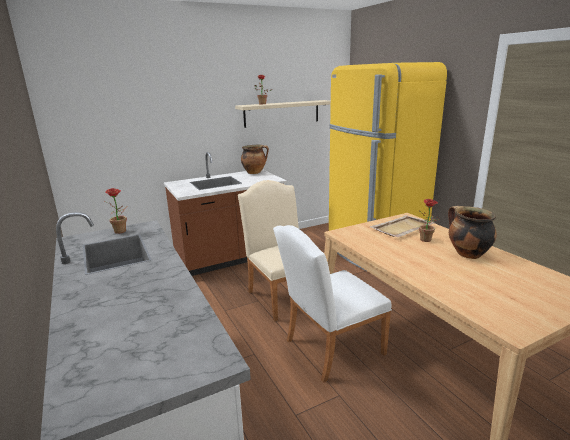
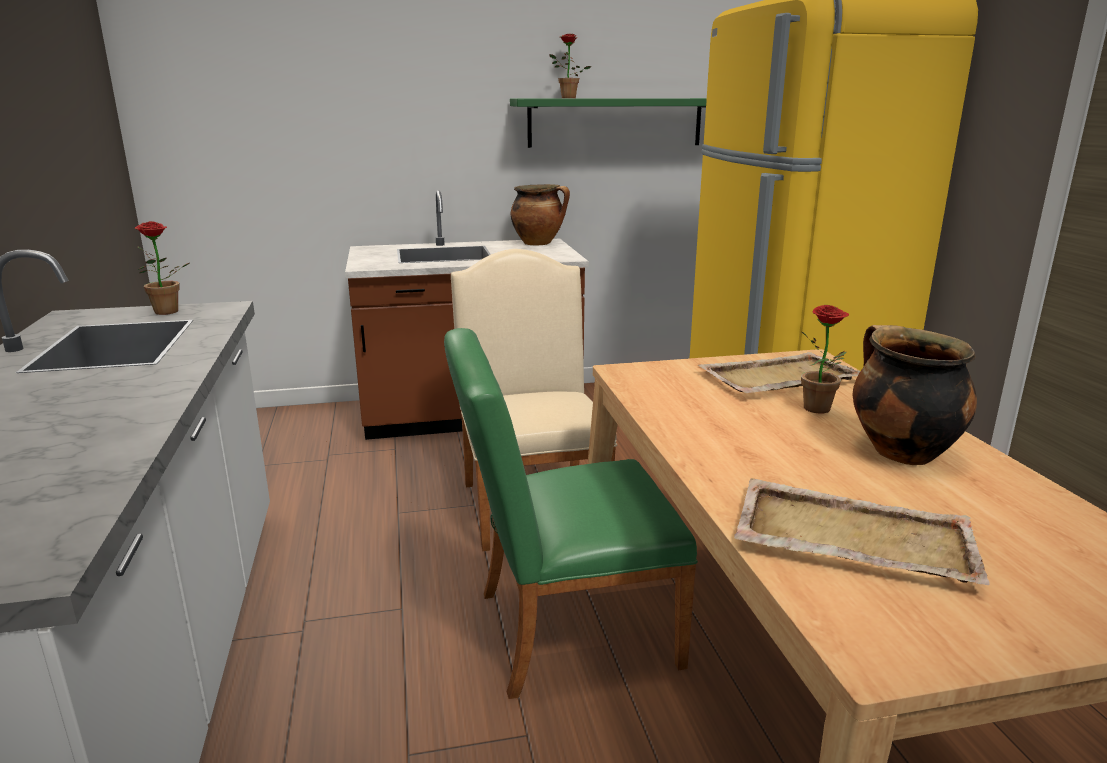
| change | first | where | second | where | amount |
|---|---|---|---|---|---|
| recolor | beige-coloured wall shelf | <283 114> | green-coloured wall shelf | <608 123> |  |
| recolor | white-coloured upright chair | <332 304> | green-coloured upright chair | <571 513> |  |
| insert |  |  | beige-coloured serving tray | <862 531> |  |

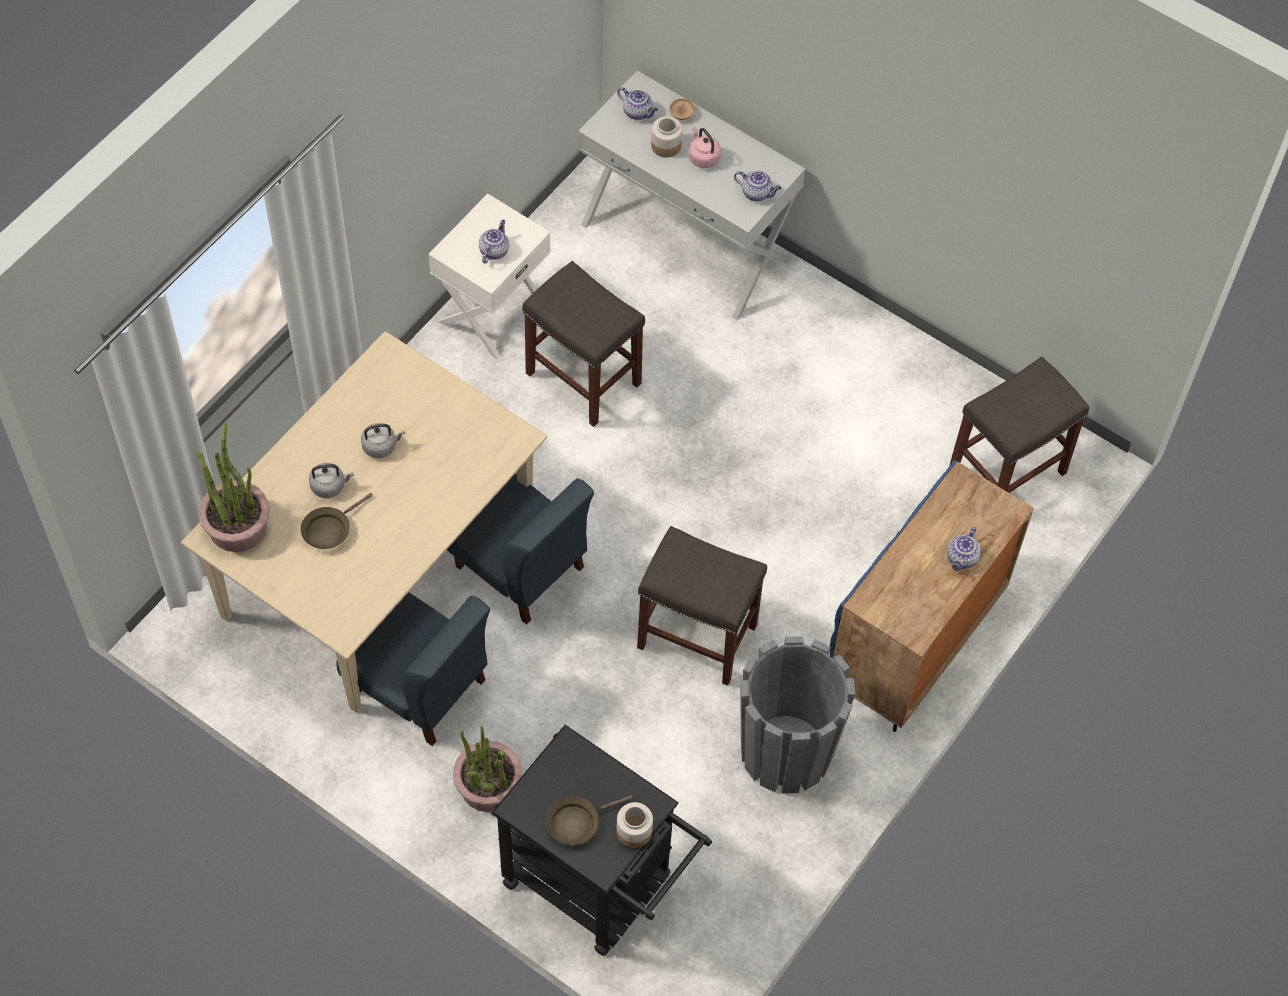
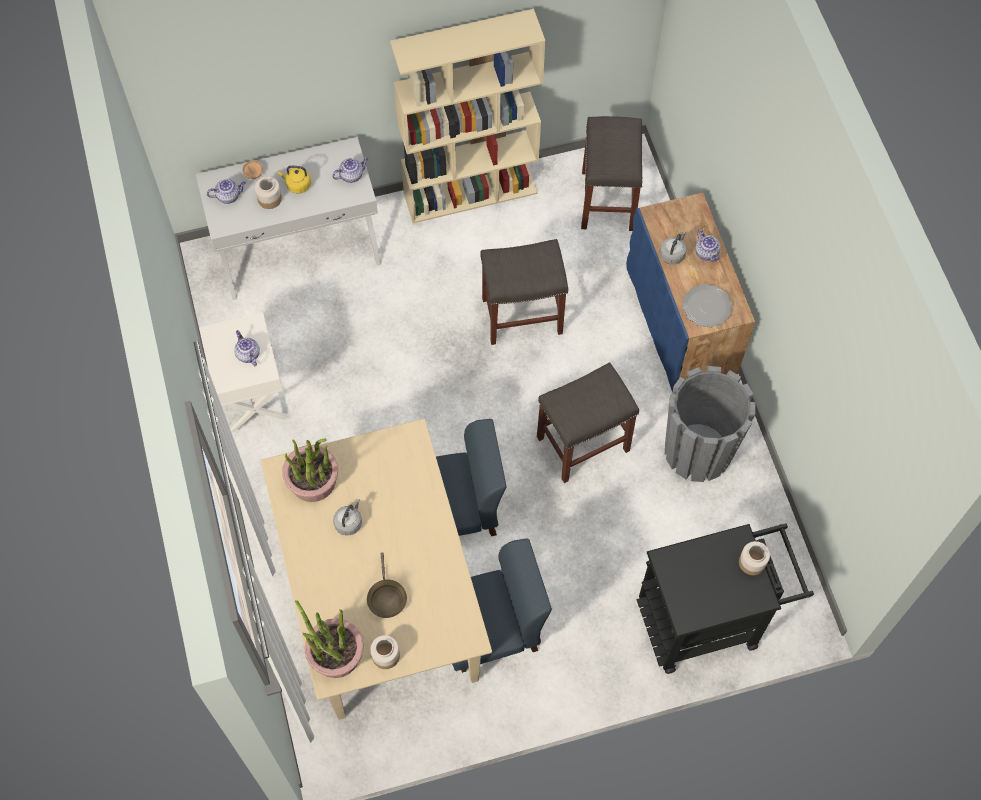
| change | first | where | second | where | amount |
|---|---|---|---|---|---|
| move | gray water kettle | <331 480> |  | <673 248> |  |
| move | houseplant | <487 768> |  | <310 470> |  |
| move | gray stool | <583 344> |  | <524 292> |  |
| delete | brownish skillet | <589 820> |  |  |  |
| recolor | pink water kettle | <705 147> | yellow-coloured water kettle | <294 180> |  |
| insert |  |  | preserve jar | <385 652> |  |
| insert |  |  | beige-coloured bookcase | <468 116> |  |
| insert |  |  | dinner plate | <707 306> |  |

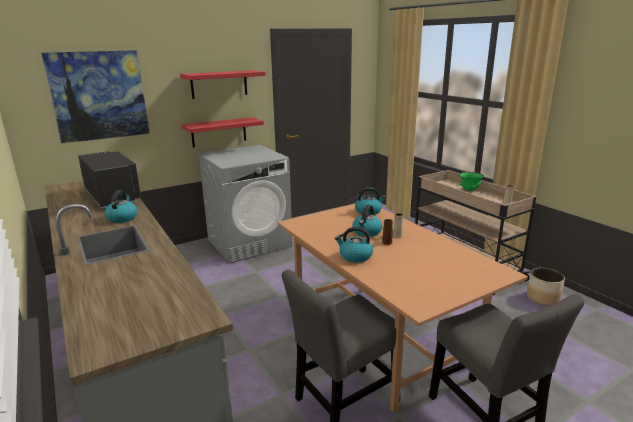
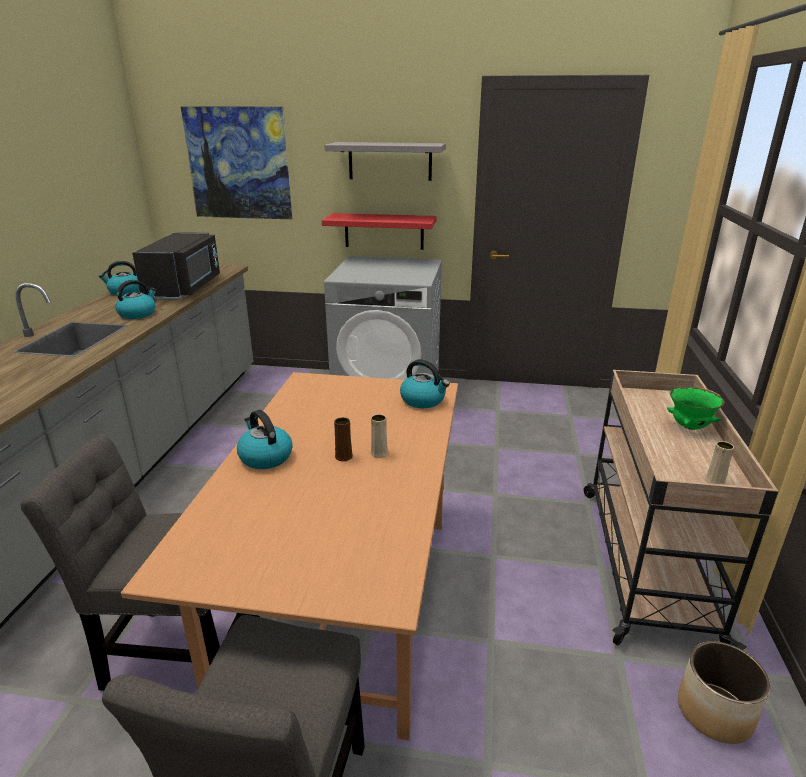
| change | first | where | second | where | amount |
|---|---|---|---|---|---|
| recolor | reddish wall shelf | <223 84> | gray wall shelf | <385 161> |  |
| move | water kettle | <367 221> |  | <119 278> |  |

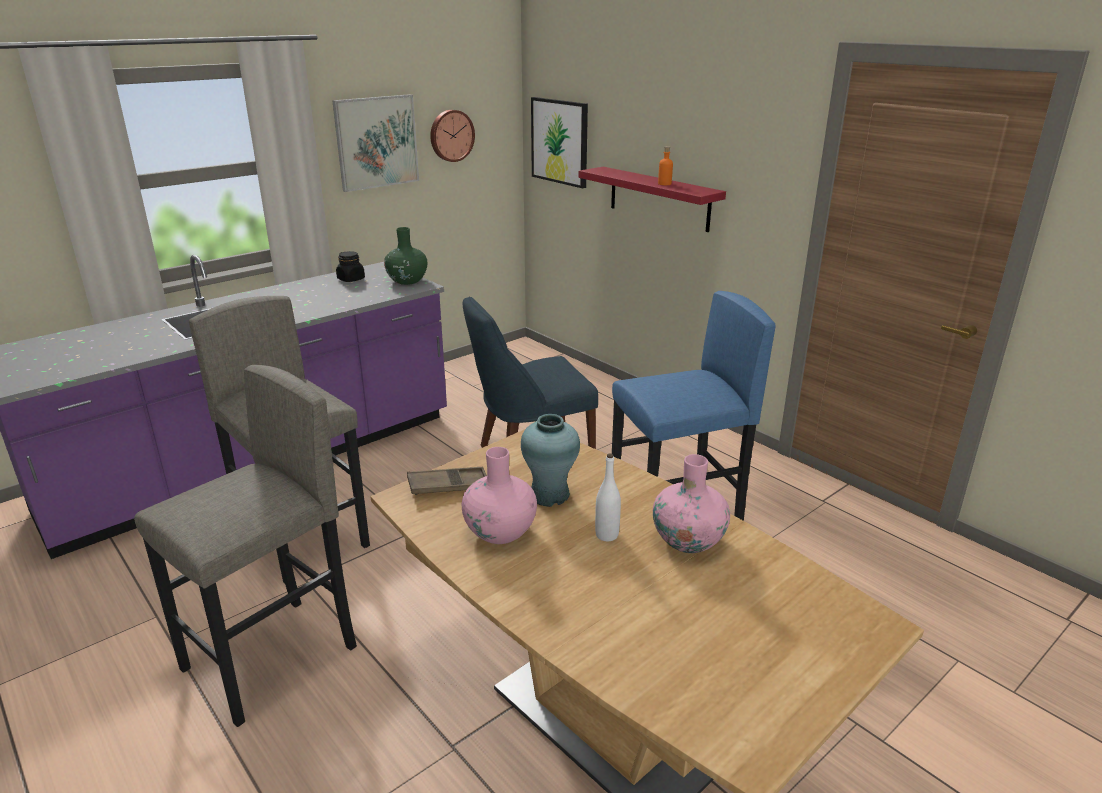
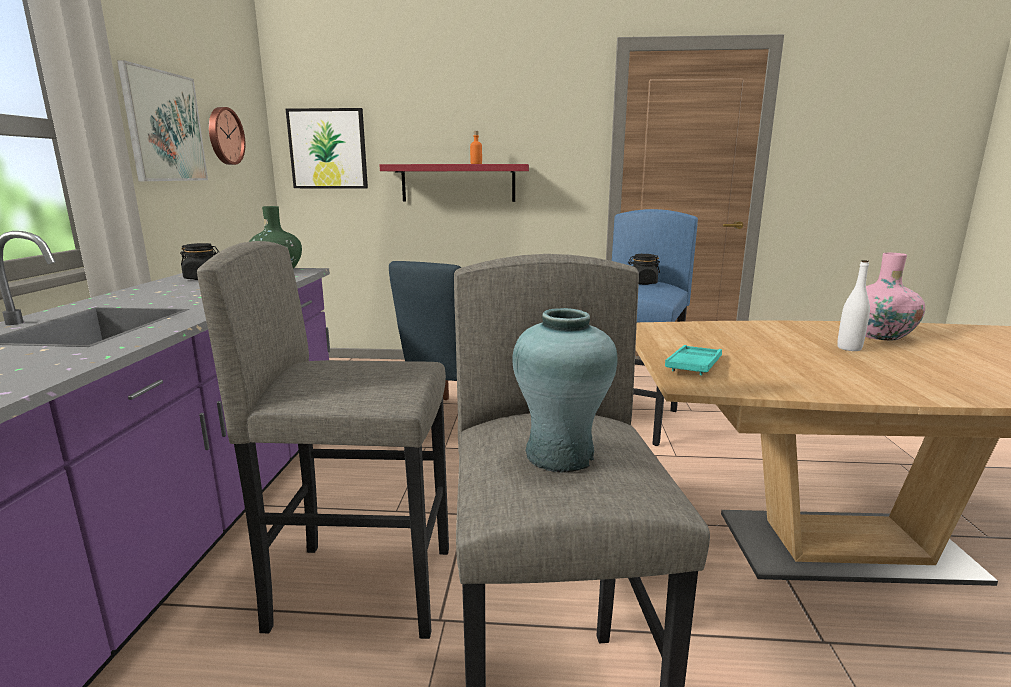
| change | first | where | second | where | amount |
|---|---|---|---|---|---|
| recolor | brownish serving tray | <447 481> | turquoise serving tray | <693 360> |  |
| delete | pink decorative vase | <499 495> |  |  |  |
| move | turquoise decorative vase | <550 460> |  | <564 390> |  |
| insert |  |  | black preserve jar | <644 269> |  |

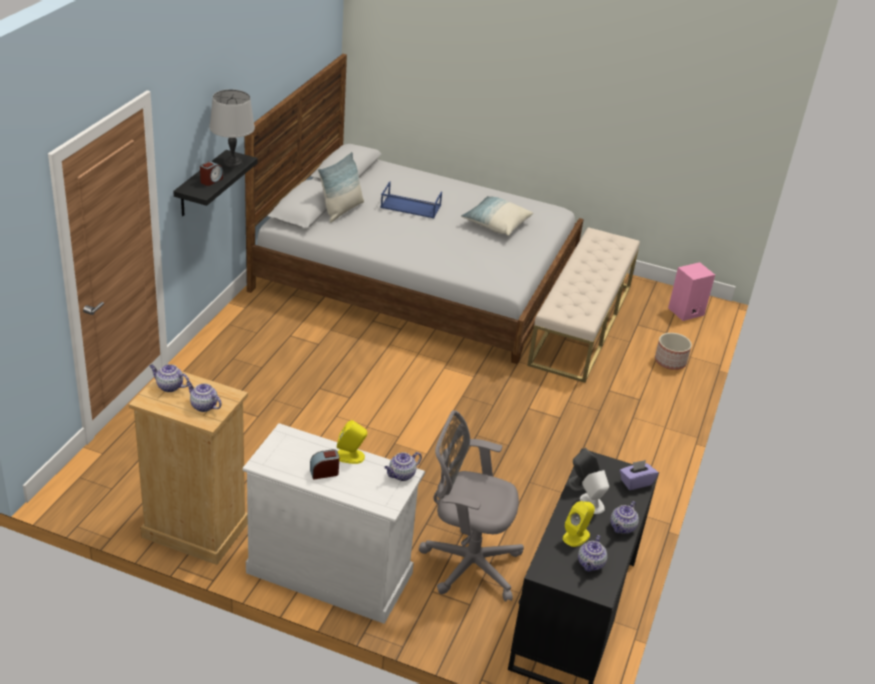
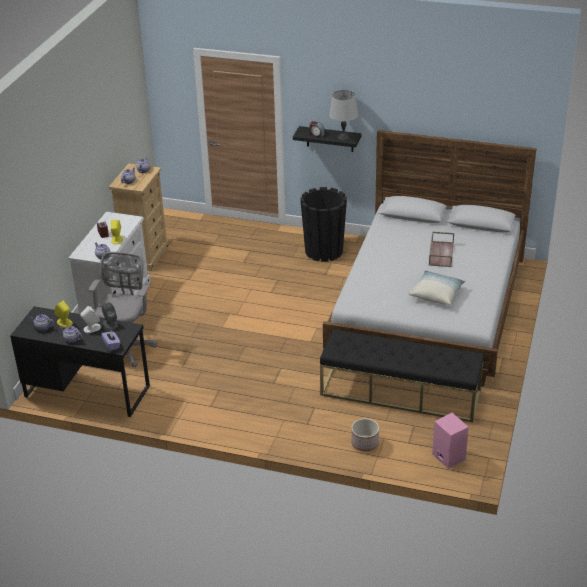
| change | first | where | second | where | amount |
|---|---|---|---|---|---|
| delete | cushion | <341 187> |  |  |  |
| recolor | blue serving tray | <411 199> | brownish serving tray | <441 249> |  |
| recolor | beige-coloured bench | <583 305> | black bench | <402 376> |  |
| insert |  |  | black plant pot | <323 224> |  |

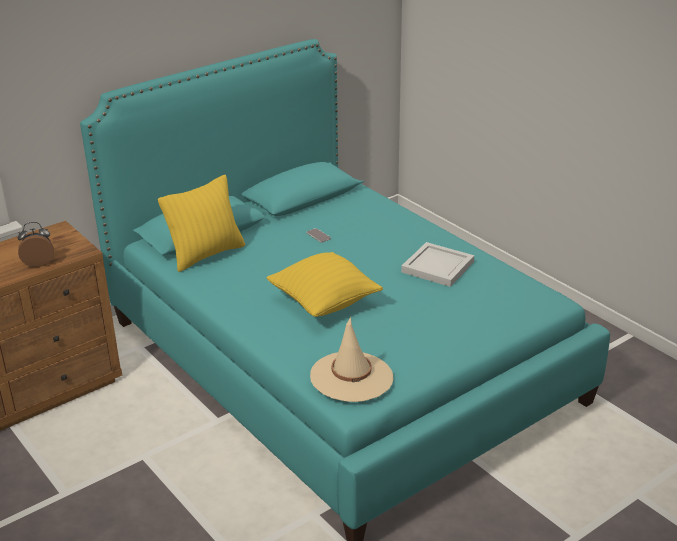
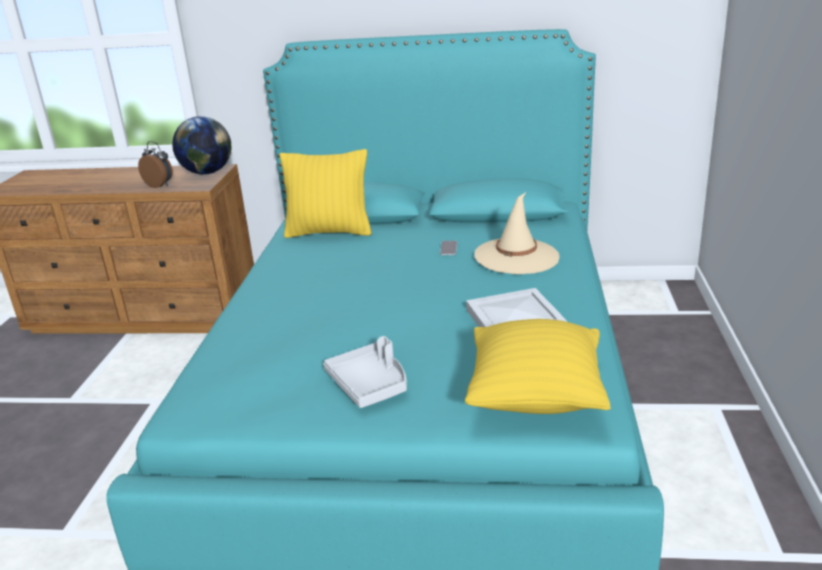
| change | first | where | second | where | amount |
|---|---|---|---|---|---|
| move | yellow-coloured cushion | <324 284> |  | <538 366> |  |
| move | beige-coloured clothing hat | <351 359> |  | <516 233> |  |
| insert |  |  | globe | <202 145> |  |
| insert |  |  | gray serving tray | <365 372> |  |

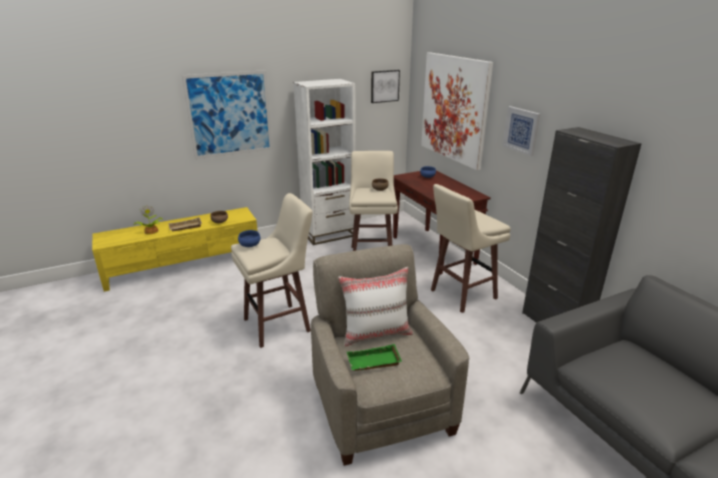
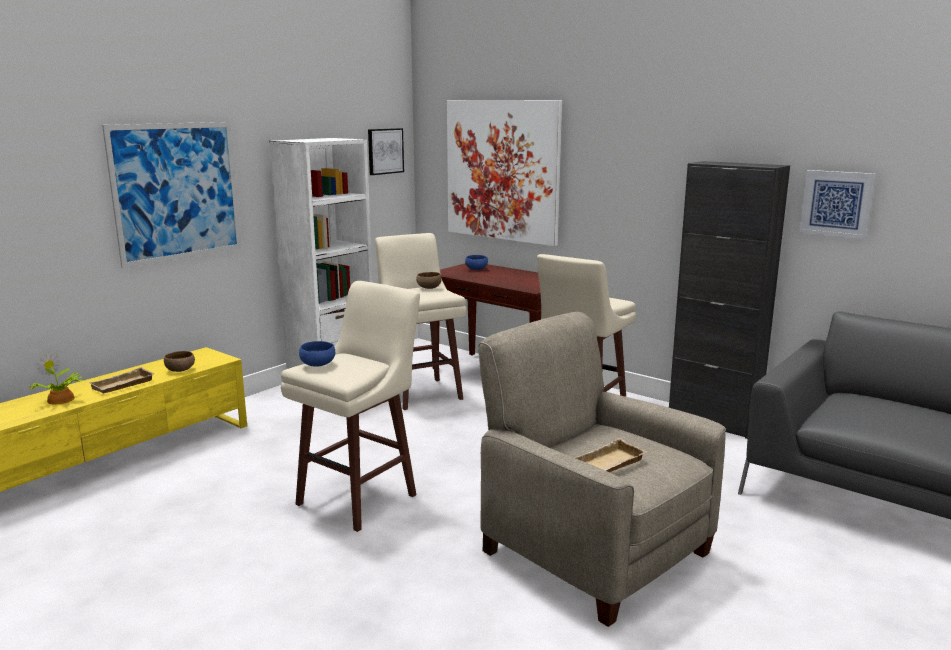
| change | first | where | second | where | amount |
|---|---|---|---|---|---|
| delete | white-coloured cushion | <375 306> |  |  |  |
| recolor | green-coloured serving tray | <374 357> | beige-coloured serving tray | <610 455> |  |
| move | wall picture | <521 131> |  | <837 204> |  |

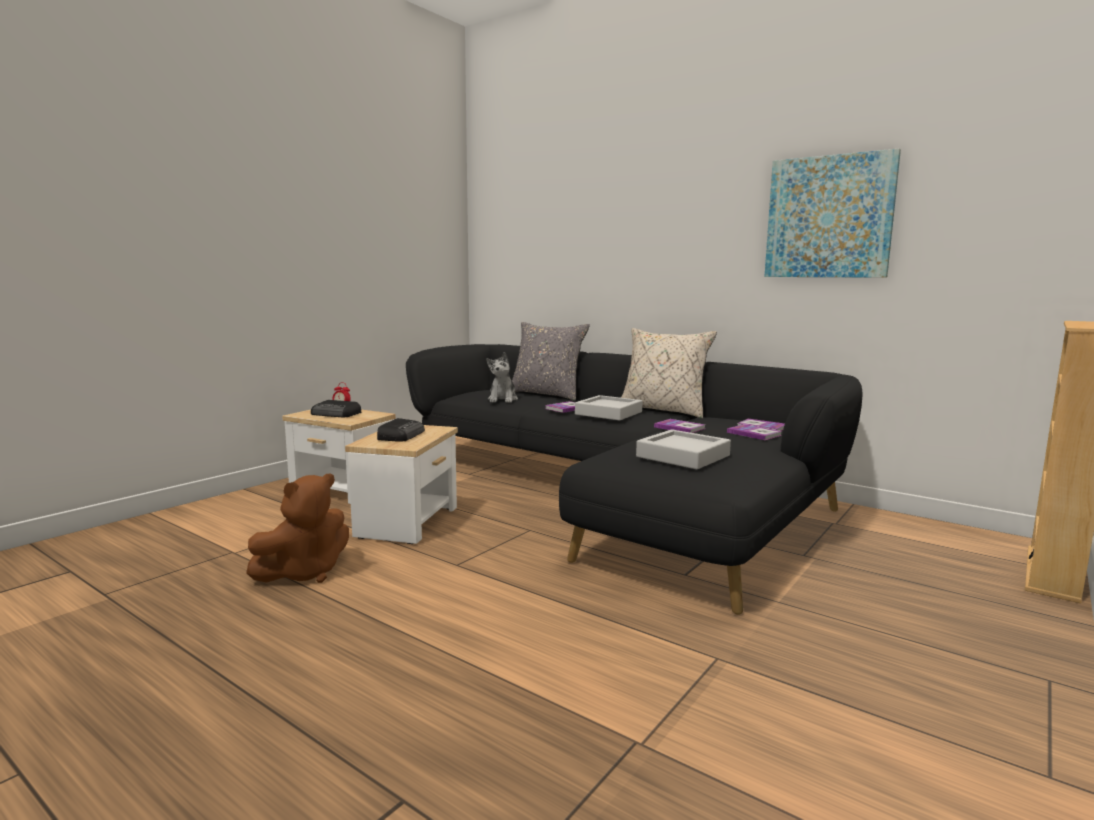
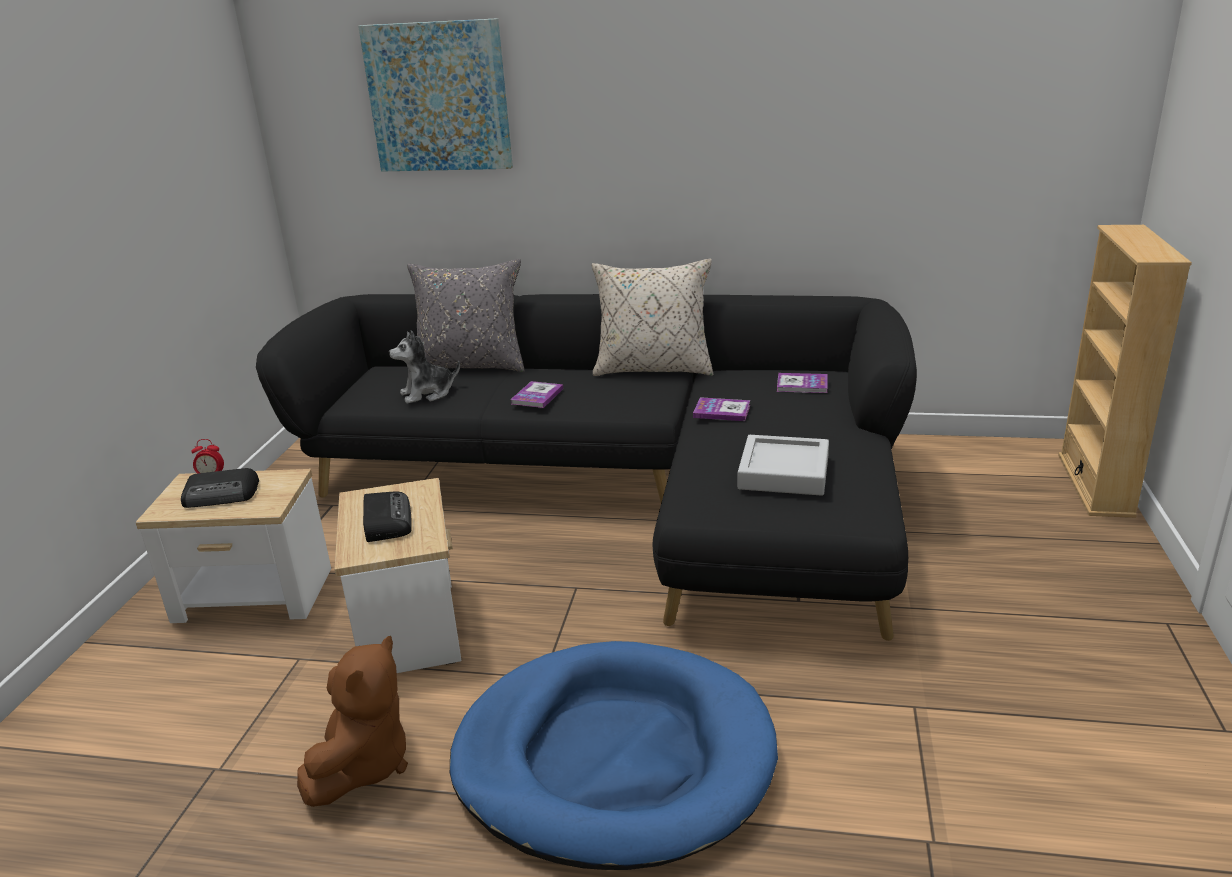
| change | first | where | second | where | amount |
|---|---|---|---|---|---|
| rotate | soft toy | <502 377> |  | <424 366> | 90 degrees clockwise |
| delete | gray serving tray | <609 408> |  |  |  |
| delete | bound book | <754 432> |  |  |  |
| move | wall picture | <832 213> |  | <435 95> |  |
| insert |  |  | blue dog cushion | <614 755> |  |

